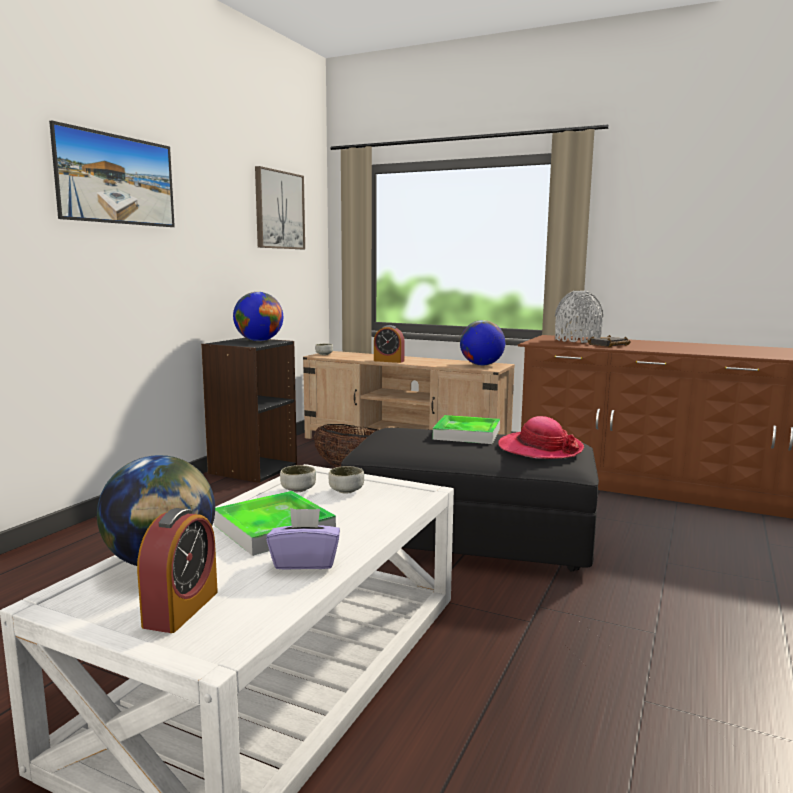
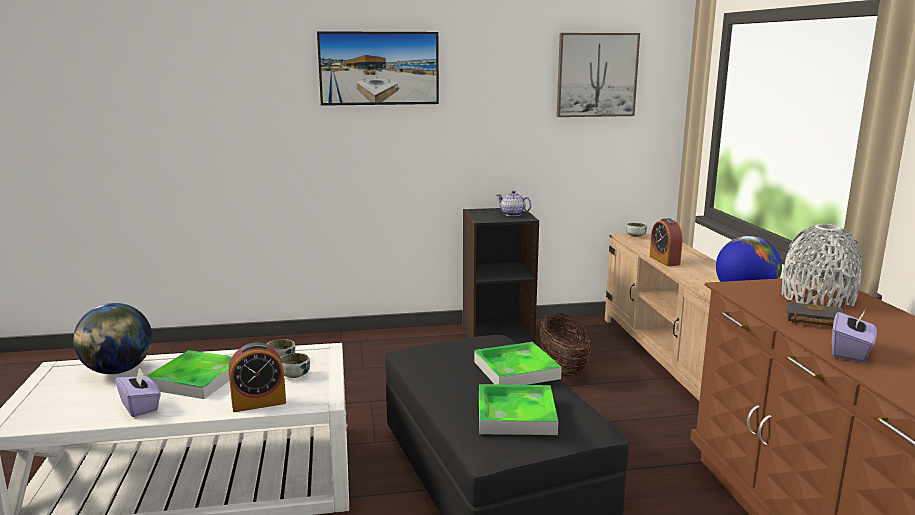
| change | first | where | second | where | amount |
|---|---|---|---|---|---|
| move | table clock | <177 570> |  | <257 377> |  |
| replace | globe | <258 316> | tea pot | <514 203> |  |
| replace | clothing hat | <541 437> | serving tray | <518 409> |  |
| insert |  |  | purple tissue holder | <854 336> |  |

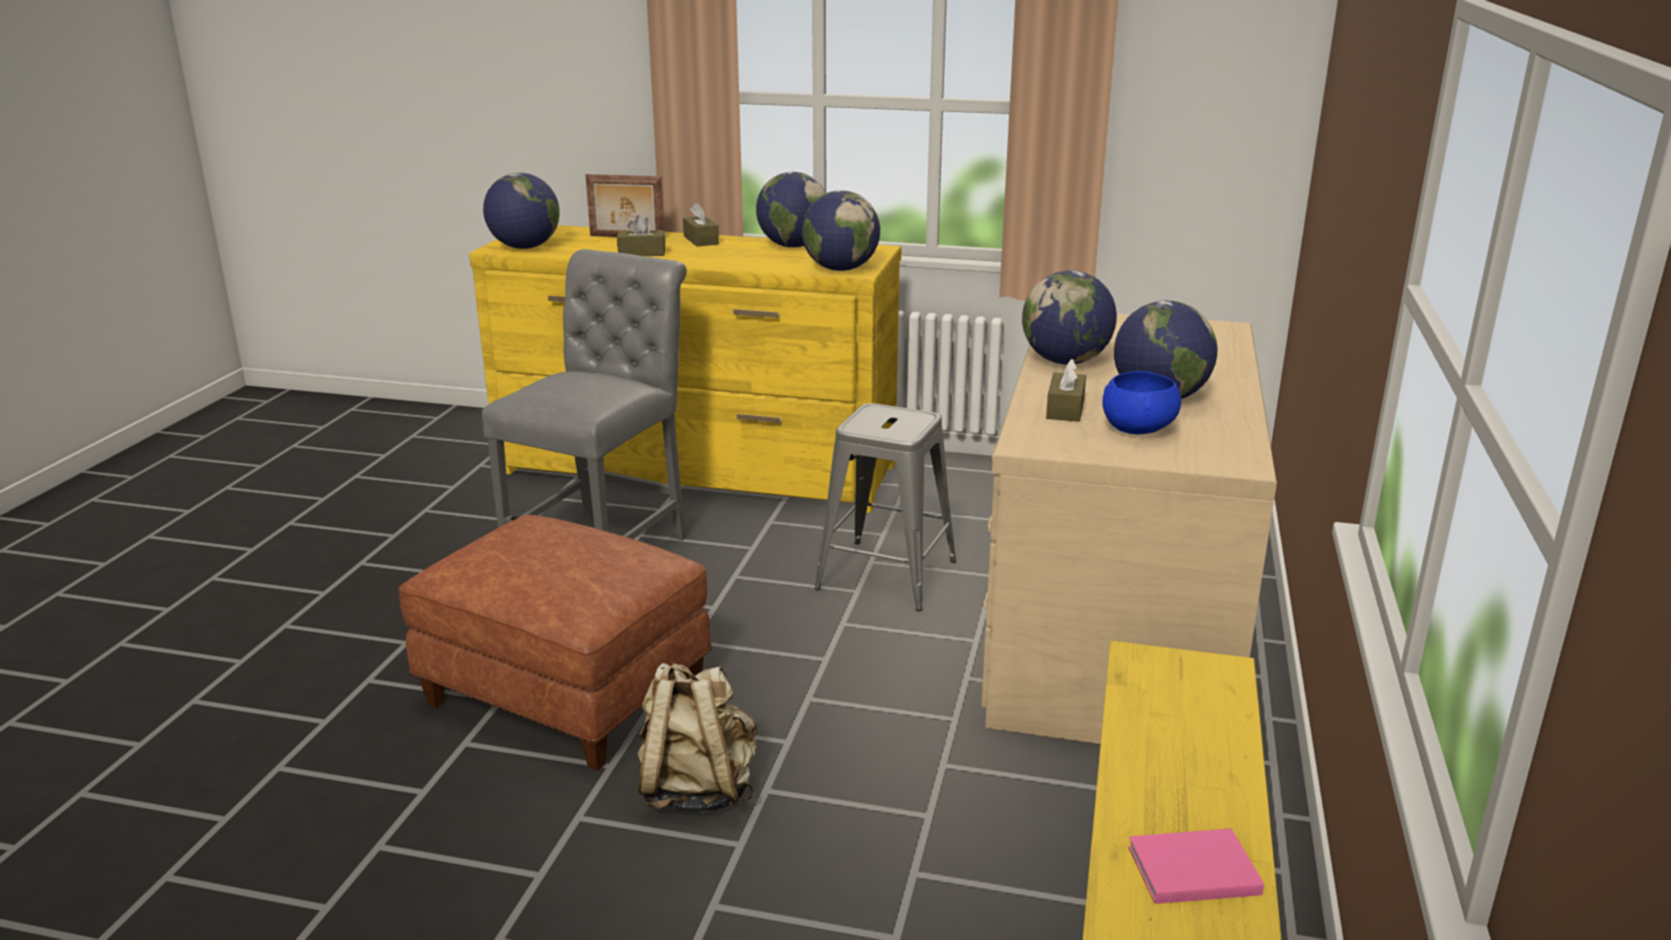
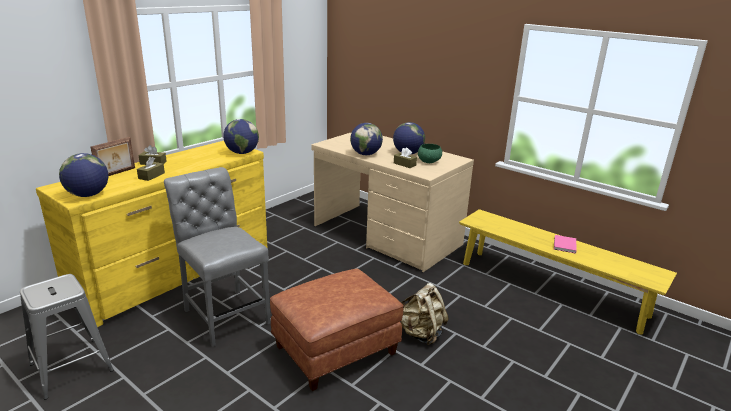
| change | first | where | second | where | amount |
|---|---|---|---|---|---|
| delete | globe | <791 210> |  |  |  |
| move | gray stool | <885 507> |  | <67 337> |  |
| recolor | blue bowl | <1141 402> | green-coloured bowl | <430 153> |  |

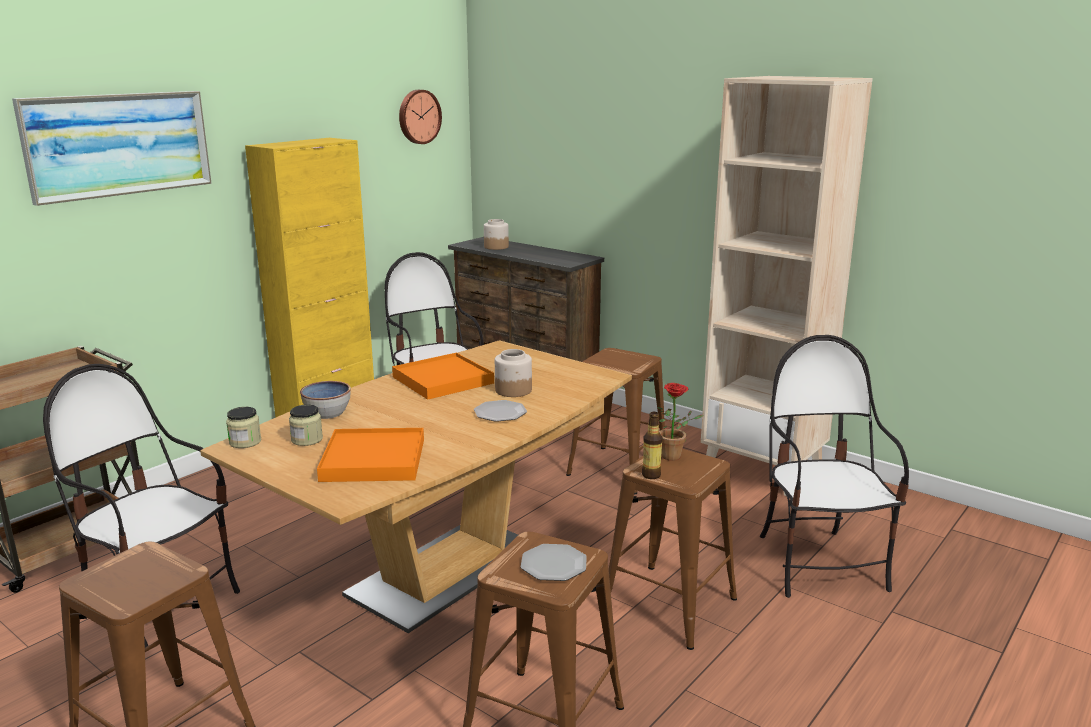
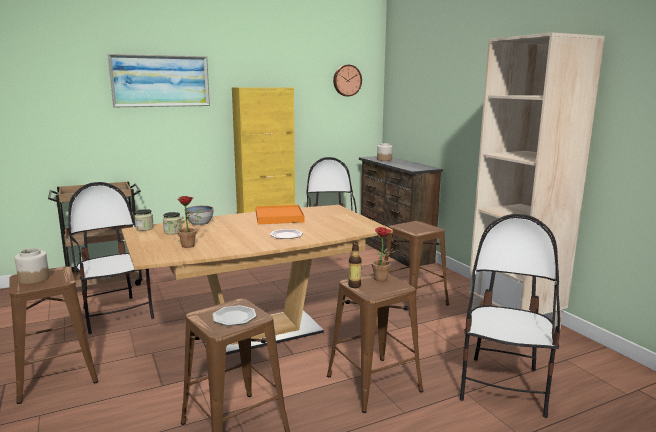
| change | first | where | second | where | amount |
|---|---|---|---|---|---|
| replace | orange serving tray | <370 455> | houseplant | <185 222> |  |
| move | preserve jar | <513 373> |  | <32 266> |  |

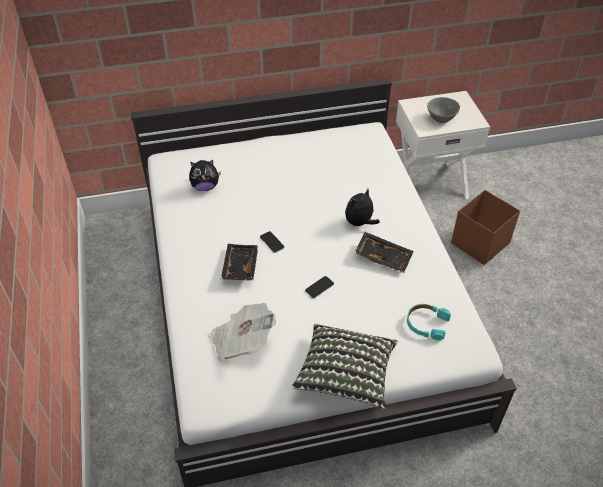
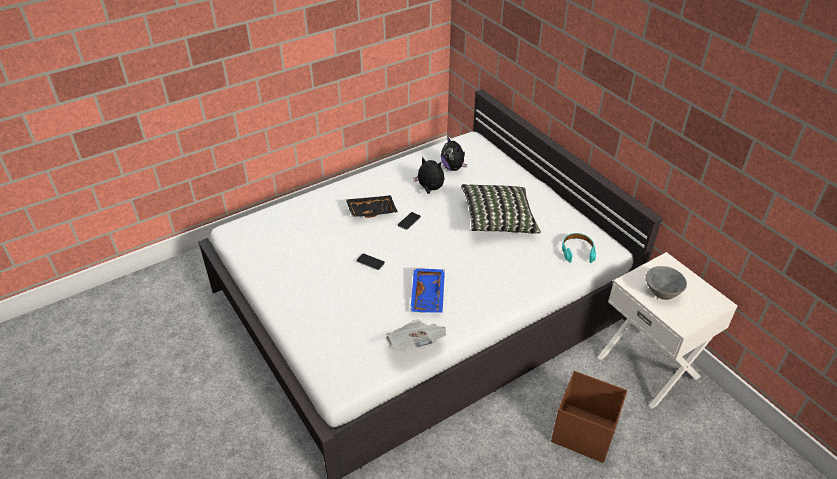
| change | first | where | second | where | amount |
|---|---|---|---|---|---|
| move | newspaper | <243 331> |  | <416 335> |  |
| move | cushion | <345 366> |  | <501 209> |  |
| move | soft toy | <362 208> |  | <429 175> |  |
| recolor | black serving tray | <384 252> | blue serving tray | <427 290> |  |
| move | turquoise headphones | <429 322> |  | <579 248> |  |

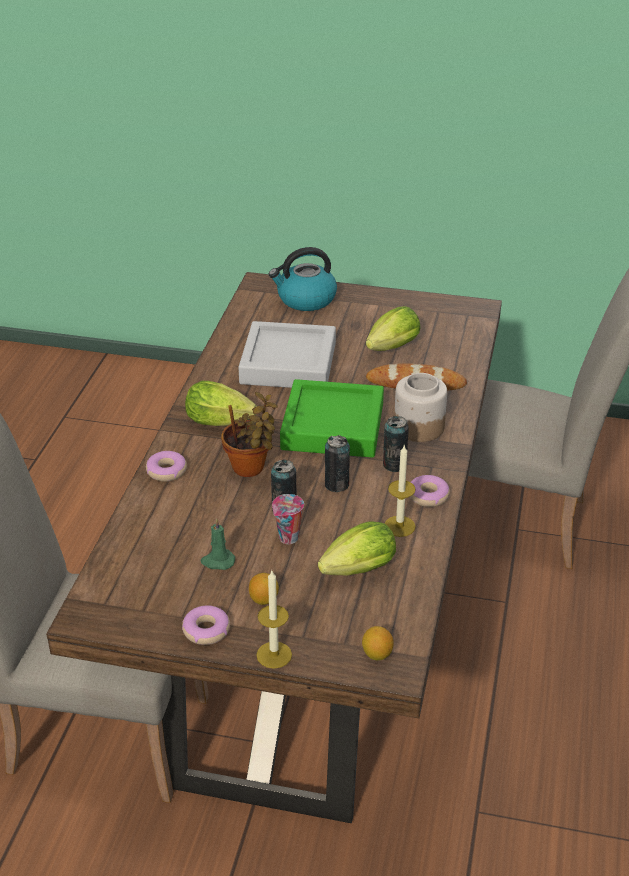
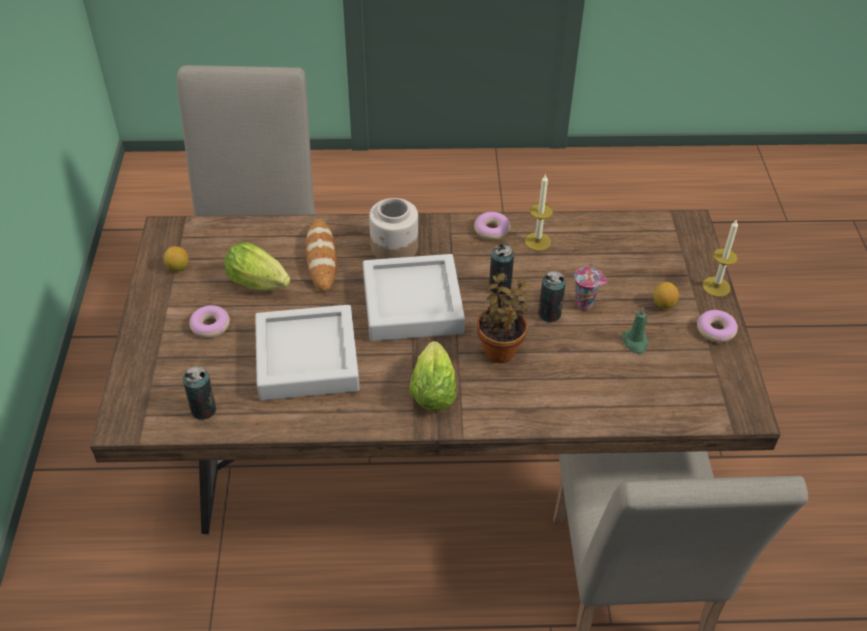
| change | first | where | second | where | amount |
|---|---|---|---|---|---|
| move | donut | <166 466> |  | <209 321> |  |
| delete | water kettle | <303 279> |  |  |  |
| recolor | green-coloured serving tray | <332 418> | gray serving tray | <414 297> |  |
| delete | lettuce | <357 548> |  |  |  |
| move | whole lemon | <378 643> |  | <175 259> |  |
| move | can | <396 444> |  | <199 393> |  |

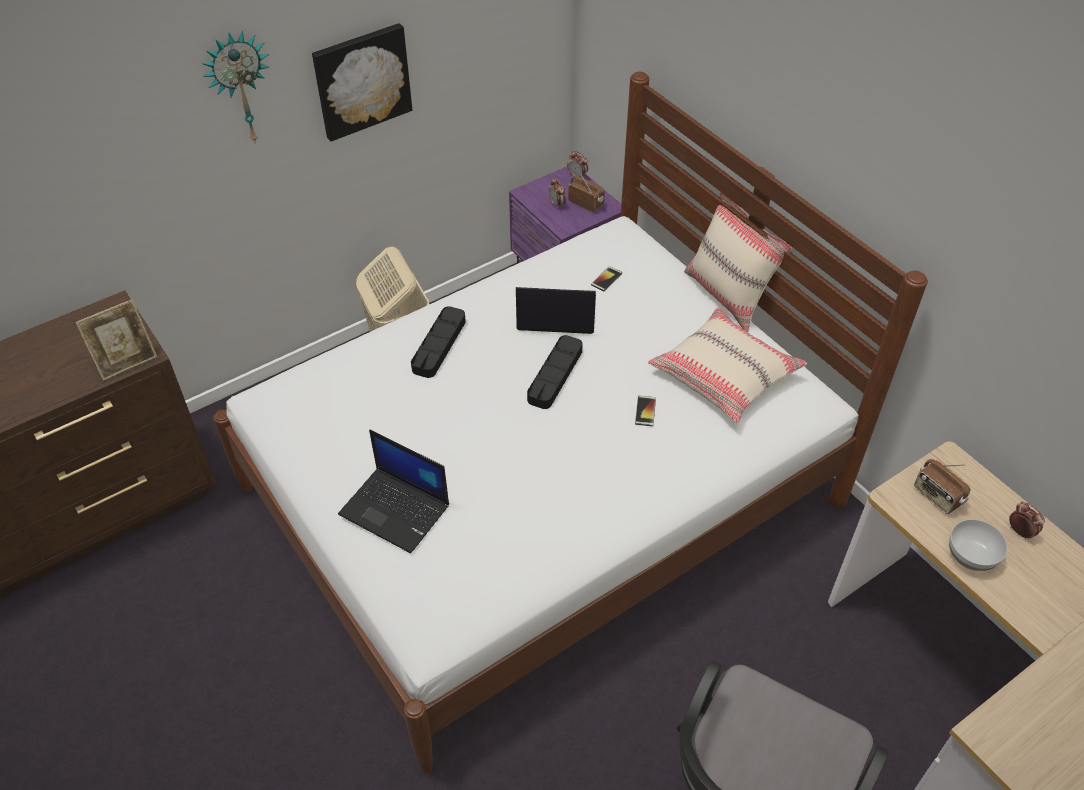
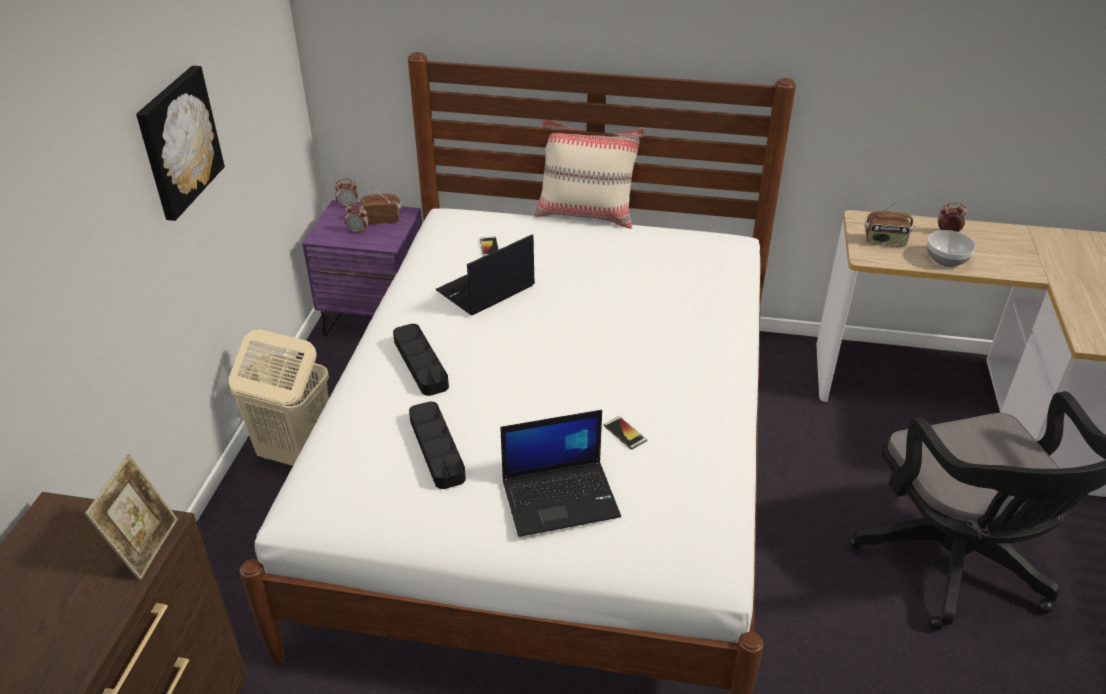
| change | first | where | second | where | amount |
|---|---|---|---|---|---|
| delete | wall clock | <235 87> |  |  |  |
| move | black serving tray | <555 372> |  | <437 445> |  |
| move | handset | <645 411> |  | <625 433> |  |
| delete | beige-coloured cushion | <727 365> |  |  |  |

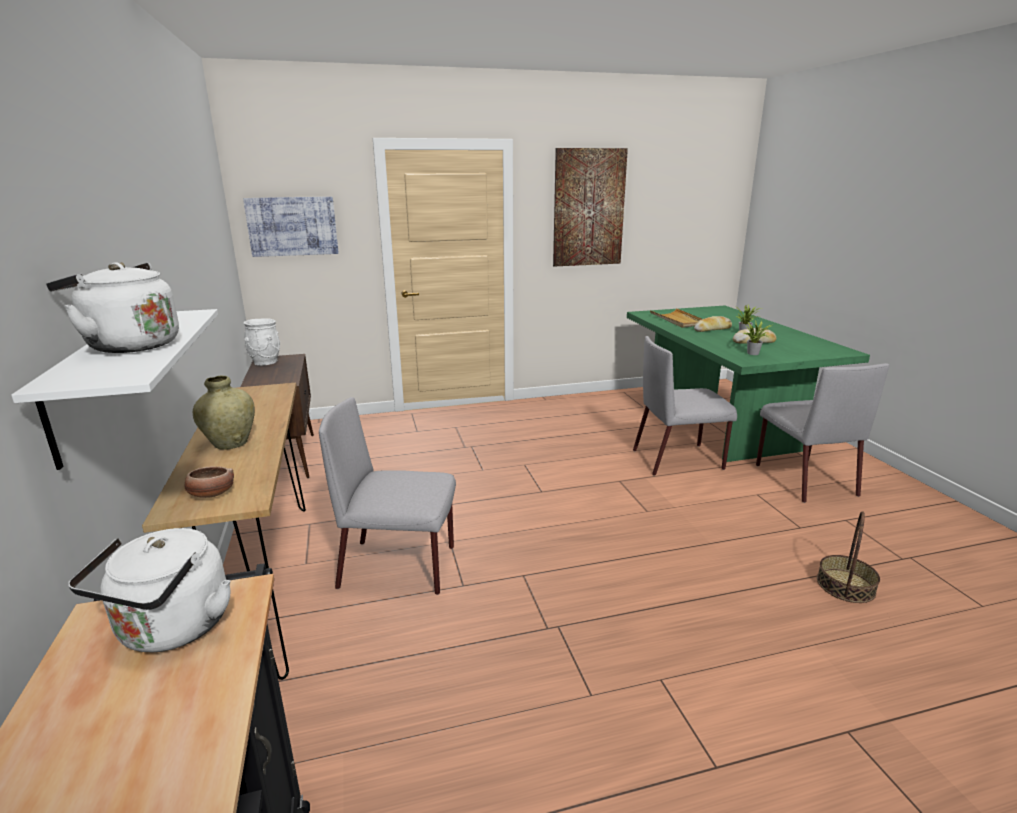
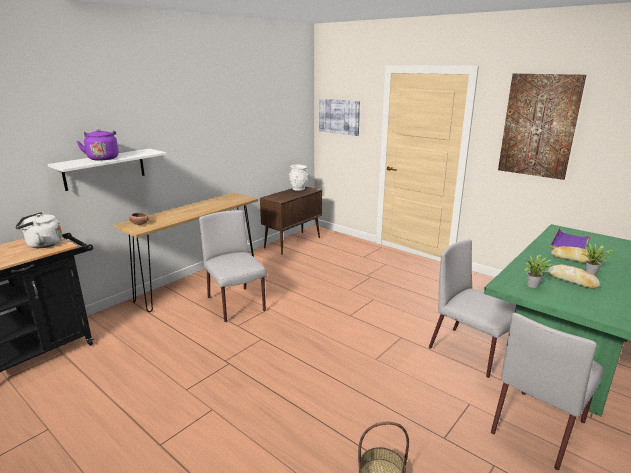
| change | first | where | second | where | amount |
|---|---|---|---|---|---|
| recolor | white-coloured water kettle | <112 307> | purple water kettle | <97 145> |  |
| delete | beige-coloured decorative vase | <224 412> |  |  |  |
| recolor | beige-coloured serving tray | <676 318> | purple serving tray | <571 238> |  |

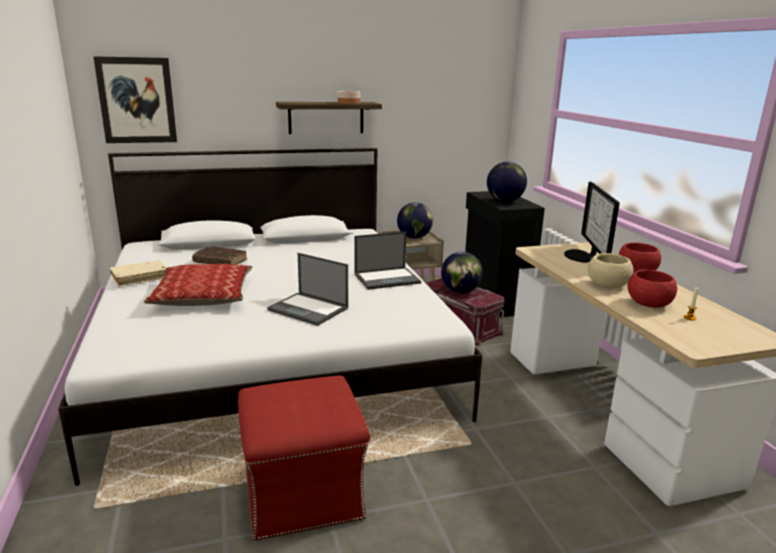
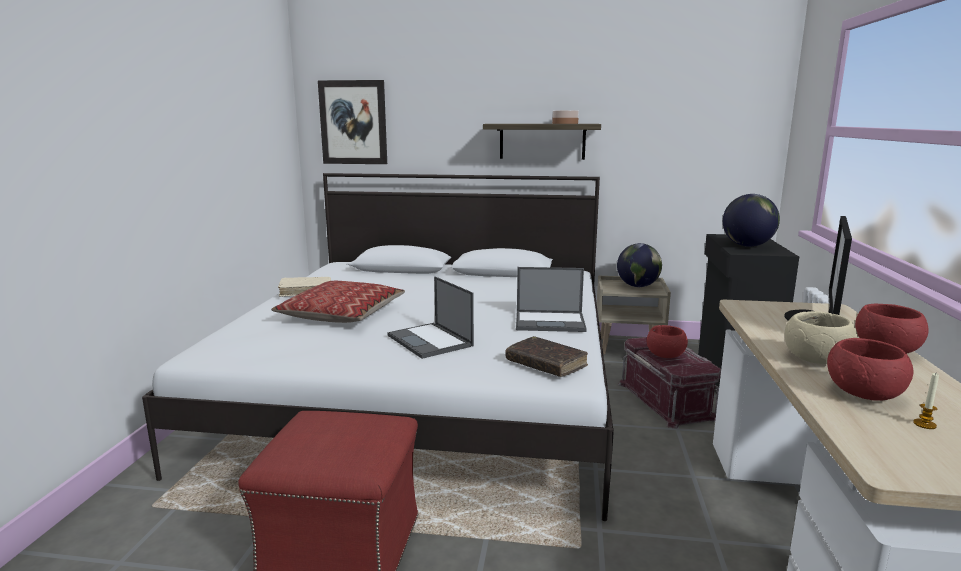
| change | first | where | second | where | amount |
|---|---|---|---|---|---|
| move | brownish bound book | <219 255> |  | <546 356> |  |
| replace | globe | <462 272> | reddish bowl | <667 341> |  |

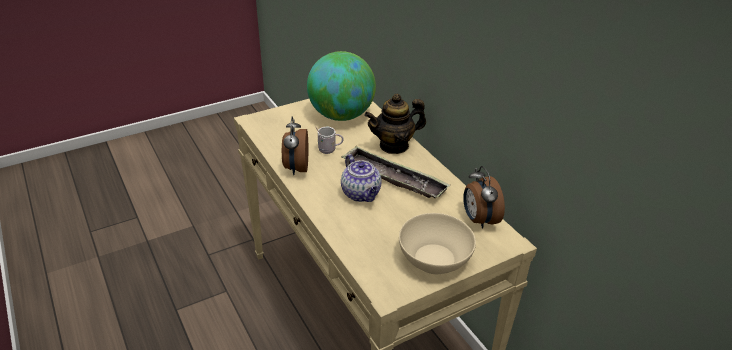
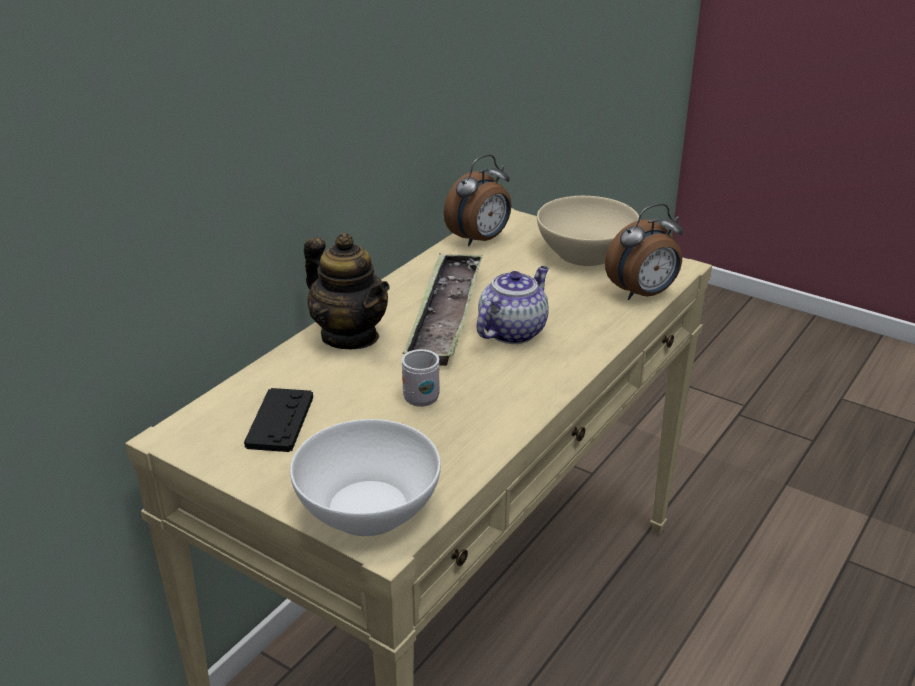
| change | first | where | second | where | amount |
|---|---|---|---|---|---|
| move | table clock | <295 146> |  | <644 252> |  |
| replace | globe | <341 86> | black game controller | <278 420> |  |
| insert |  |  | white-coloured bowl | <365 477> |  |

